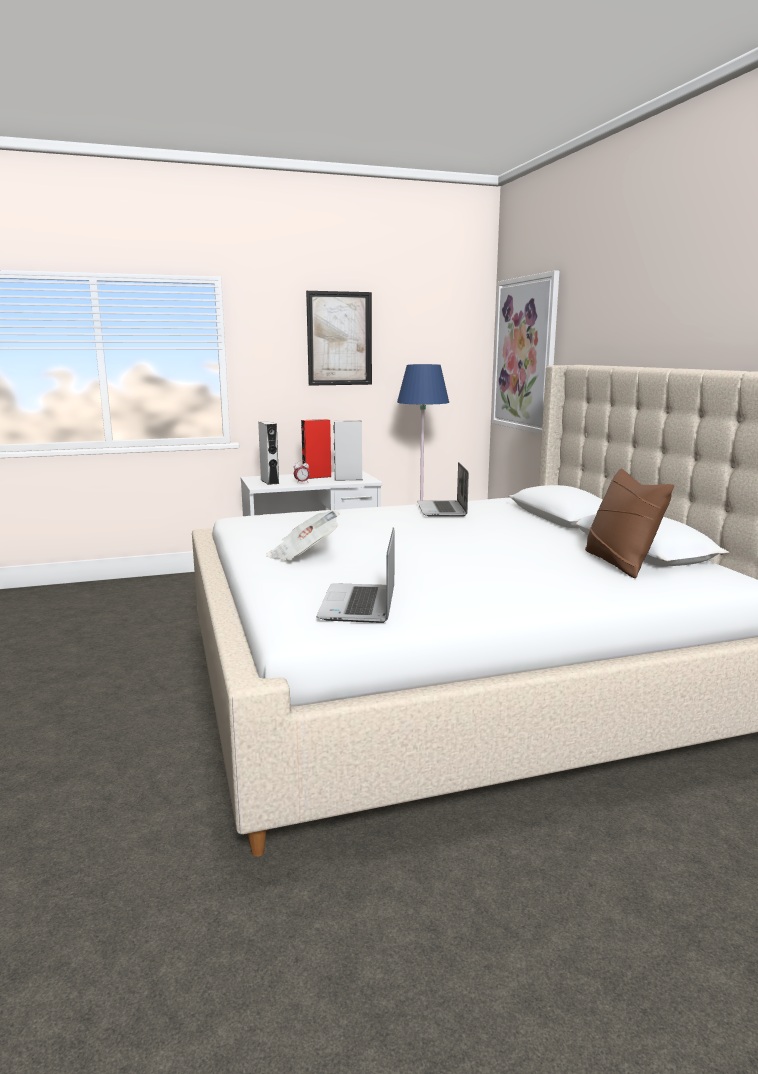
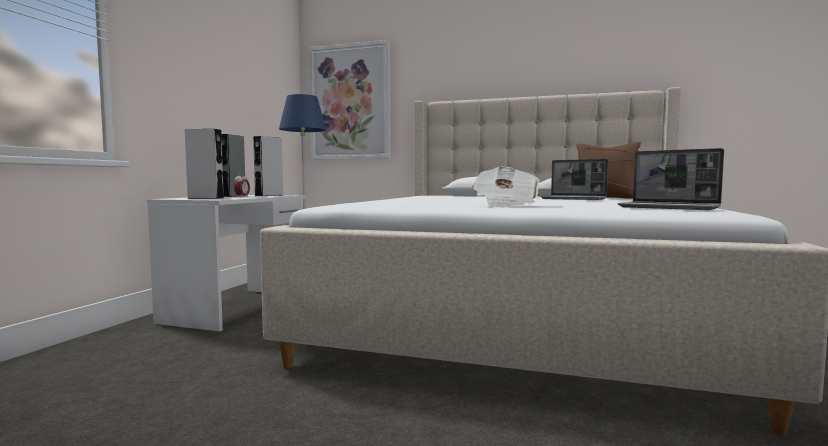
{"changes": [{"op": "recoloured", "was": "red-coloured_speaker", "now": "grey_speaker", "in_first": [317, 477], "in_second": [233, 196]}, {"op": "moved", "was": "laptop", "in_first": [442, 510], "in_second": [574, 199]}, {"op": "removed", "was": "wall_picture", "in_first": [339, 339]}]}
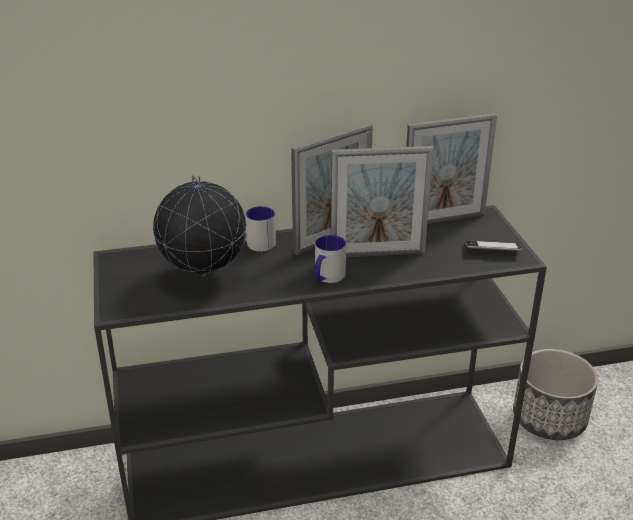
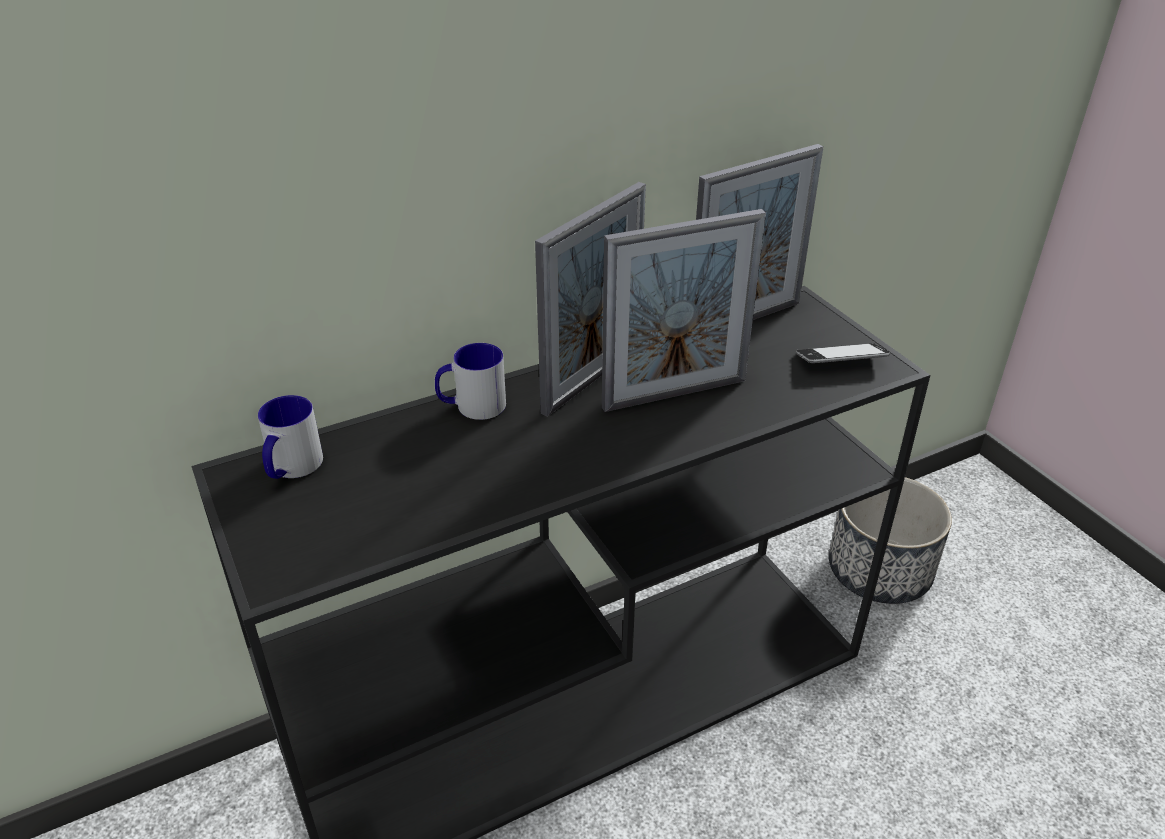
{"changes": [{"op": "moved", "was": "mug", "in_first": [327, 277], "in_second": [291, 468]}, {"op": "removed", "was": "desk_globe", "in_first": [204, 277]}]}
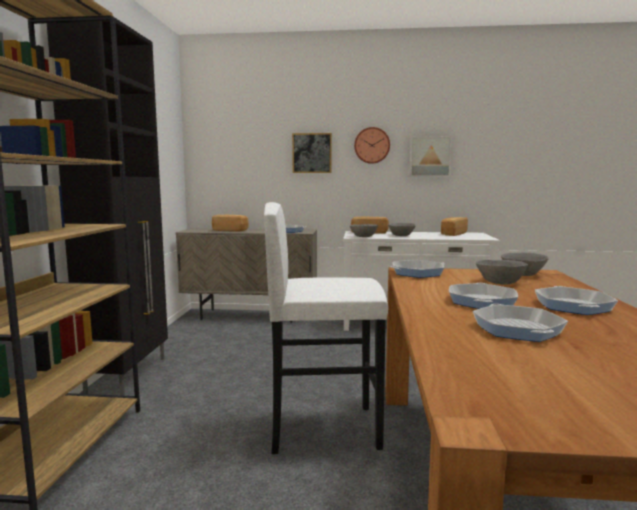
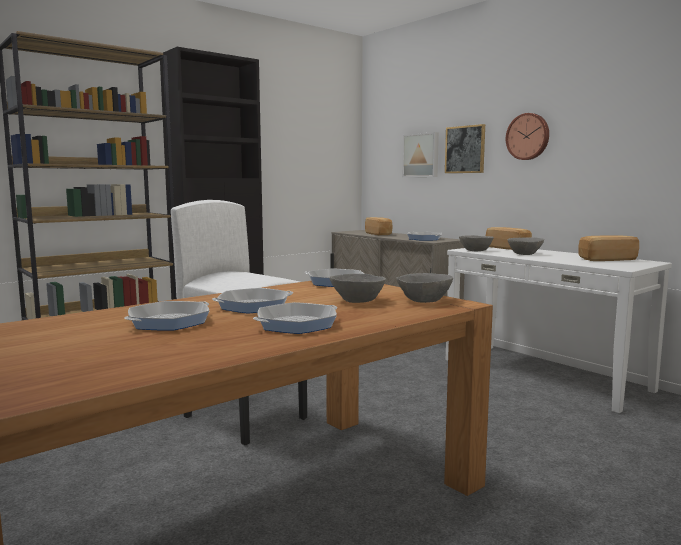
{"changes": [{"op": "moved", "was": "wall_picture", "in_first": [430, 156], "in_second": [421, 155]}]}
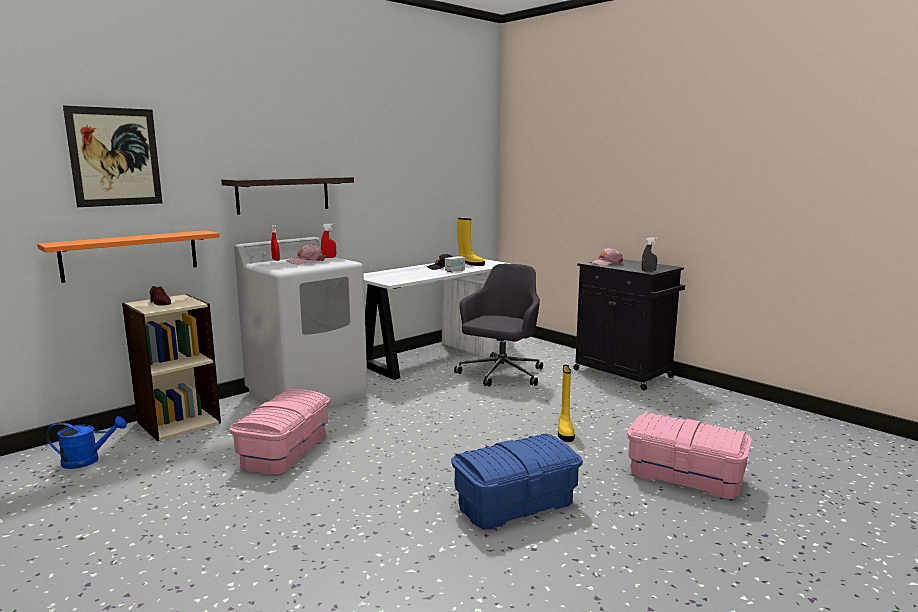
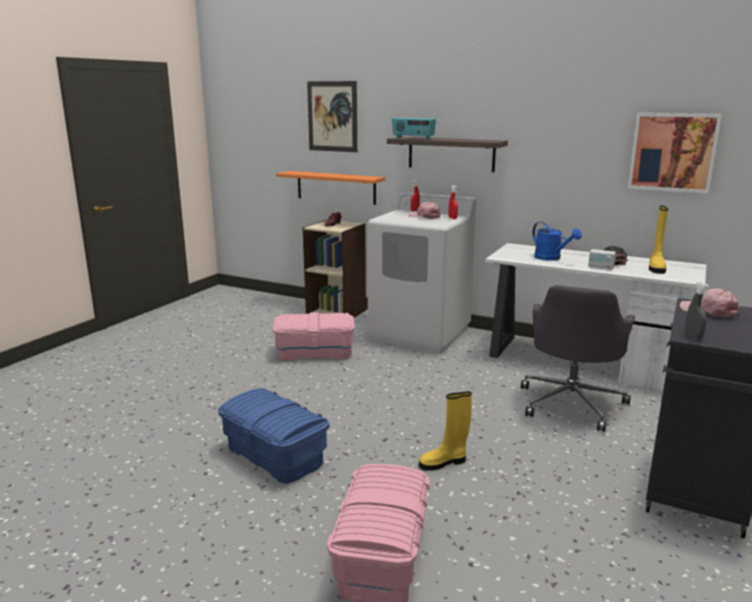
{"changes": [{"op": "added", "now": "radio_receiver", "in_second": [413, 138]}, {"op": "turned", "was": "grey_office_chair", "in_first": [500, 374], "in_second": [571, 403], "clockwise": 105}, {"op": "moved", "was": "bluish_watering_pot", "in_first": [87, 460], "in_second": [551, 258]}, {"op": "added", "now": "wall_picture", "in_second": [672, 152]}]}
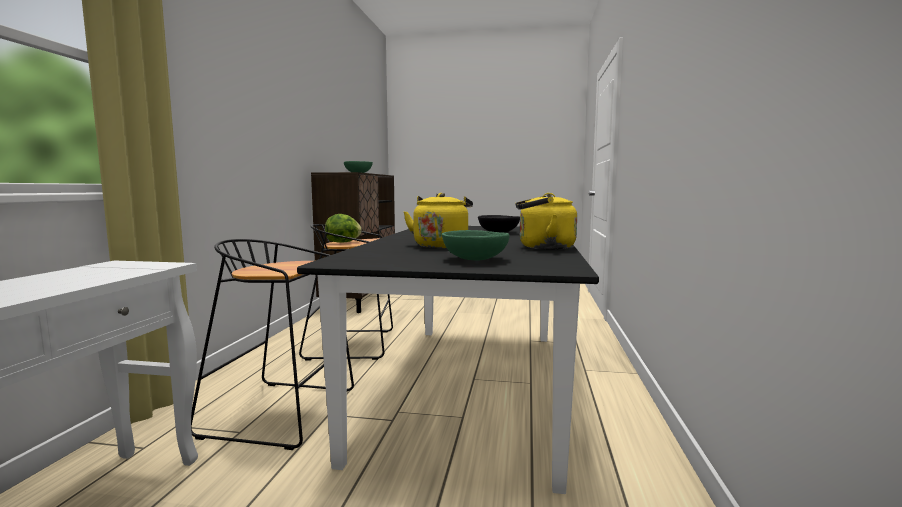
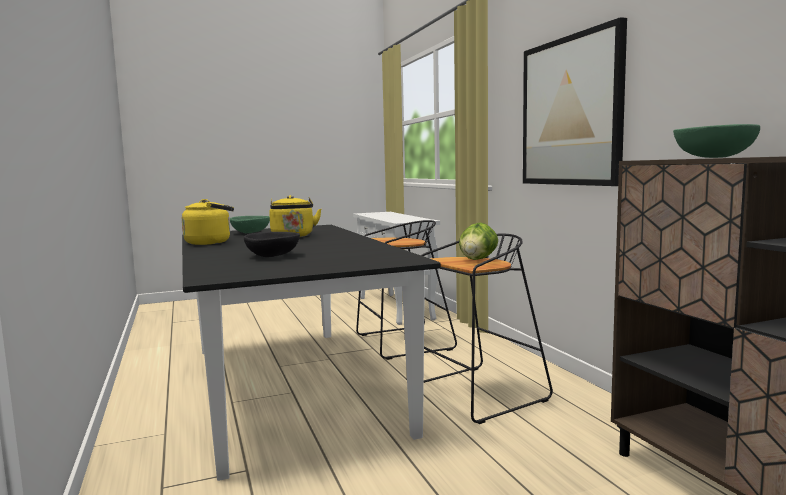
{"changes": [{"op": "added", "now": "wall_picture", "in_second": [571, 112]}]}
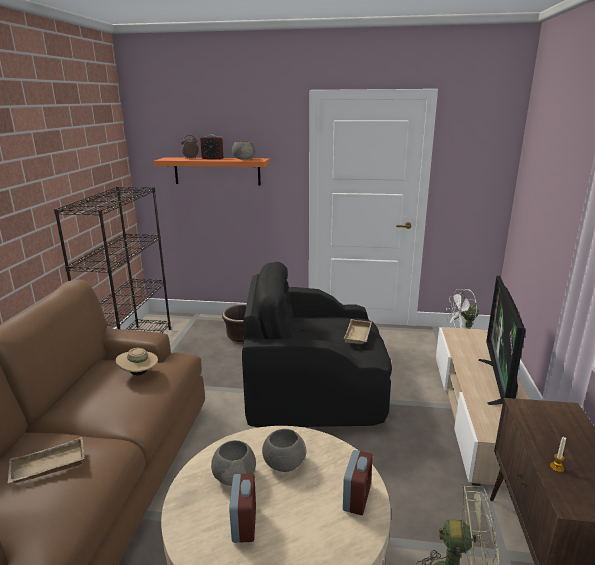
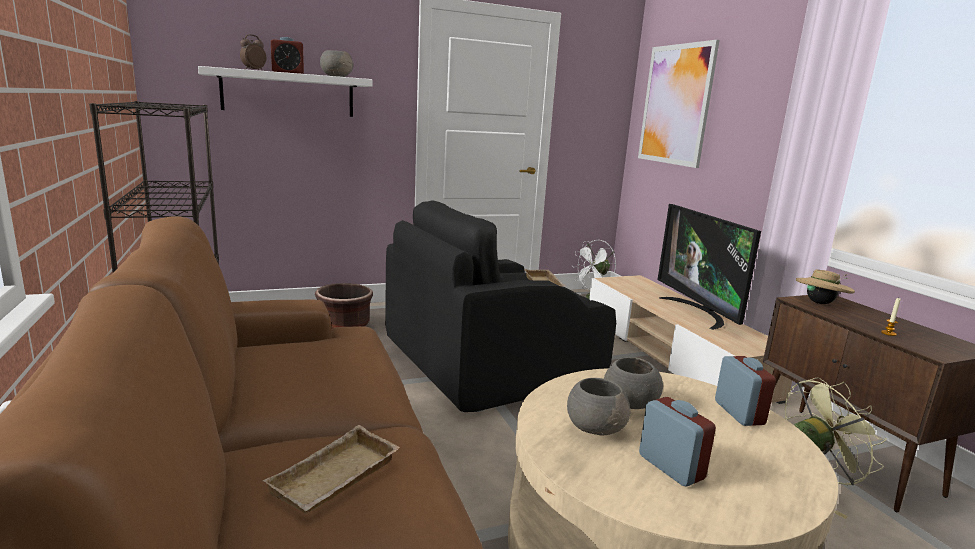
{"changes": [{"op": "recoloured", "was": "orange-coloured_wall_shelf", "now": "whitish_wall_shelf", "in_first": [217, 171], "in_second": [288, 93]}, {"op": "added", "now": "wall_picture", "in_second": [676, 105]}, {"op": "moved", "was": "beige_wearable_hat", "in_first": [139, 373], "in_second": [820, 303]}]}
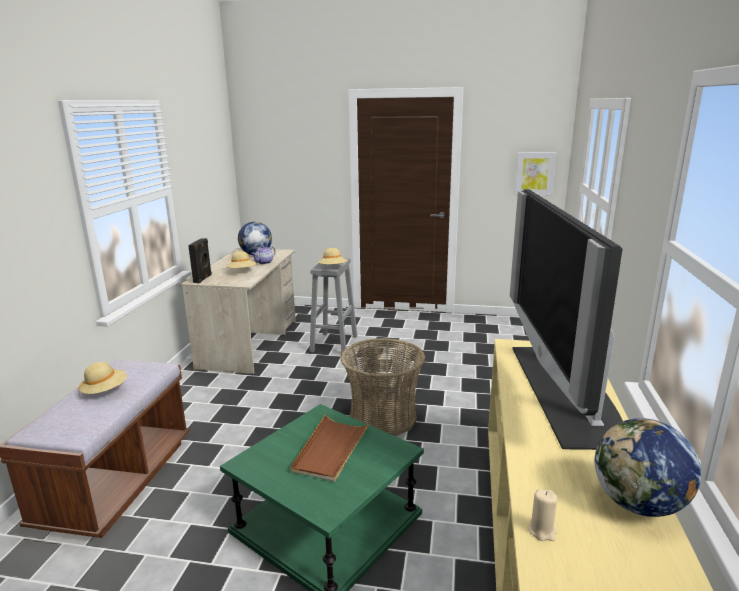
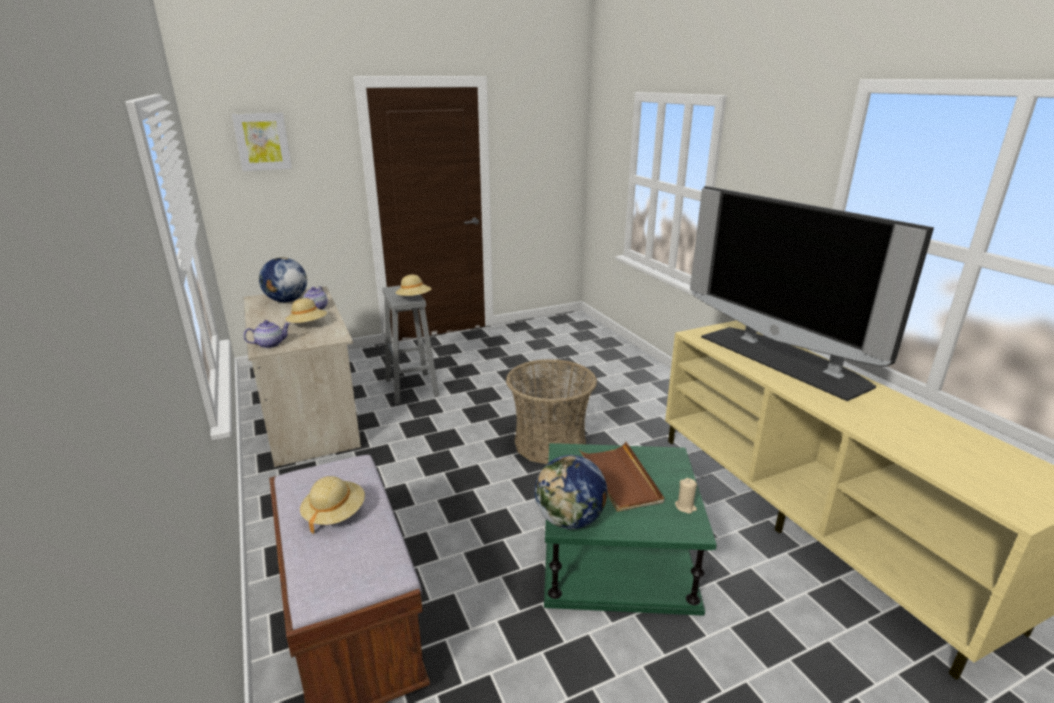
{"changes": [{"op": "moved", "was": "wall_picture", "in_first": [534, 173], "in_second": [262, 141]}, {"op": "replaced", "was": "blackish_speaker", "now": "teapot", "in_first": [203, 279], "in_second": [270, 344]}, {"op": "moved", "was": "desk_globe", "in_first": [638, 504], "in_second": [570, 520]}, {"op": "moved", "was": "beige_wax_light", "in_first": [542, 531], "in_second": [685, 507]}]}
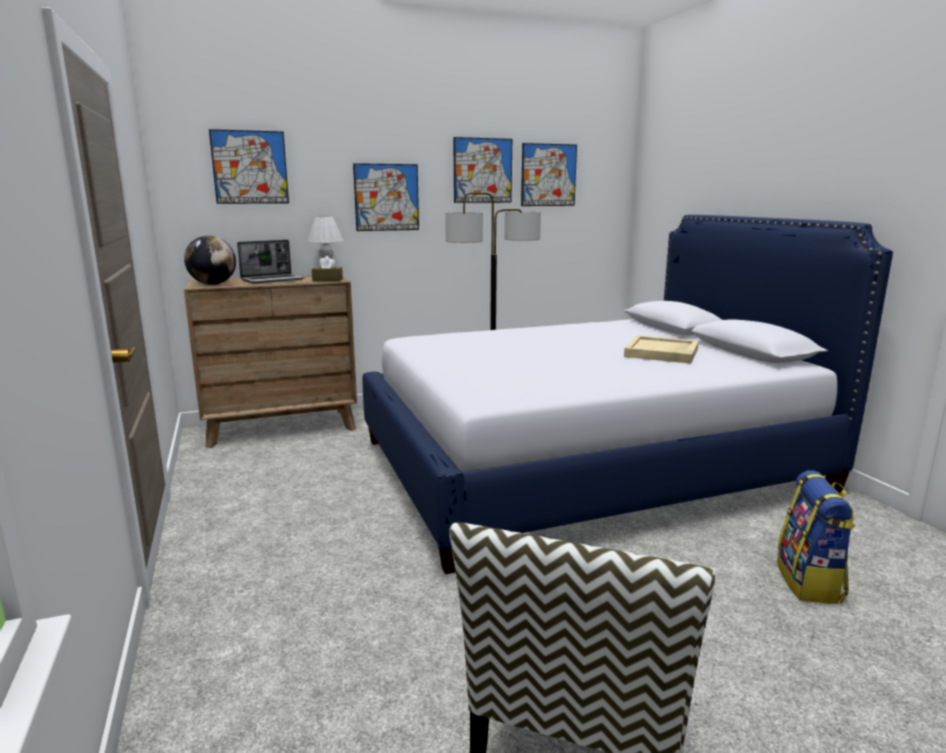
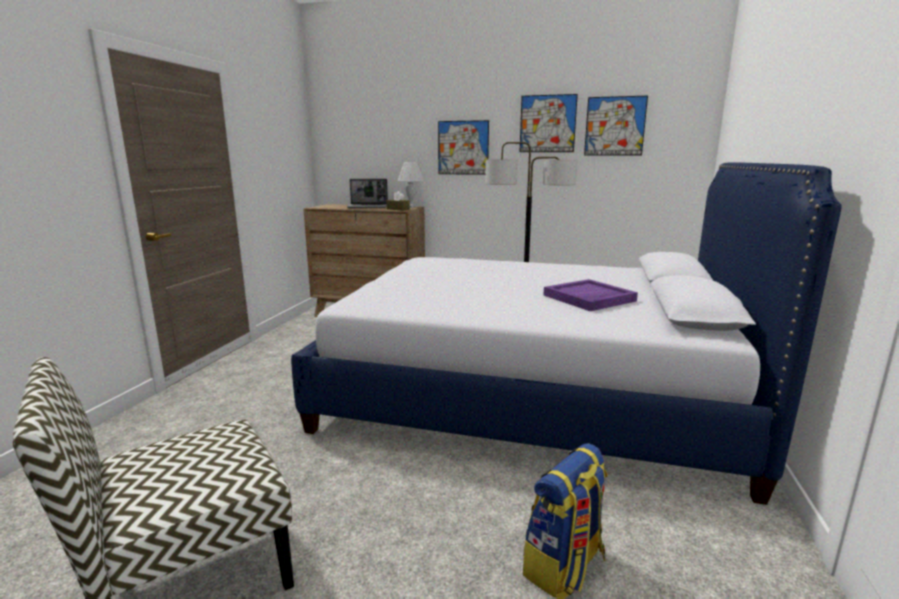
{"changes": [{"op": "recoloured", "was": "beige_serving_tray", "now": "purple_serving_tray", "in_first": [662, 353], "in_second": [589, 298]}, {"op": "removed", "was": "desk_globe", "in_first": [213, 284]}, {"op": "removed", "was": "wall_picture", "in_first": [250, 167]}]}
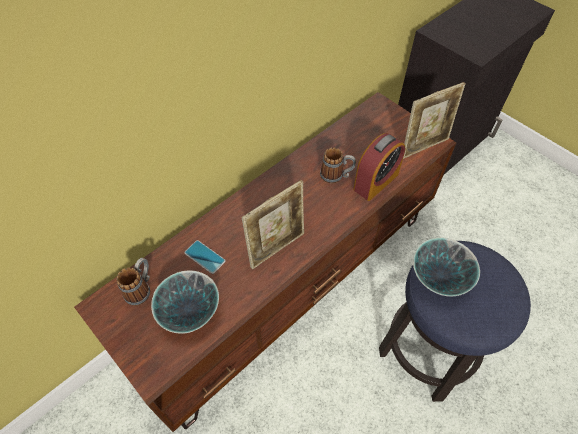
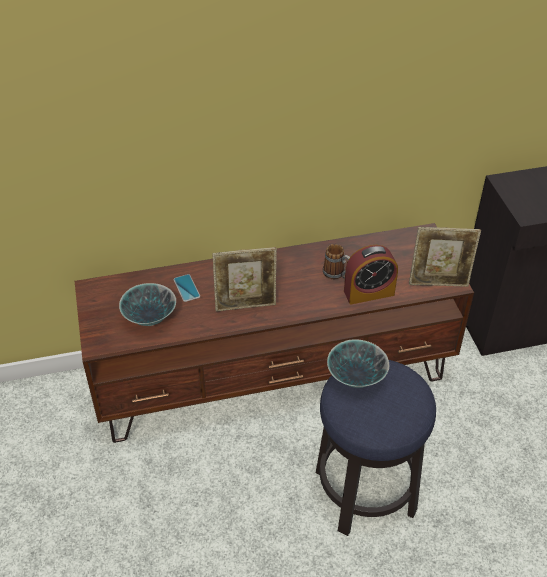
{"changes": [{"op": "removed", "was": "mug", "in_first": [141, 289]}]}
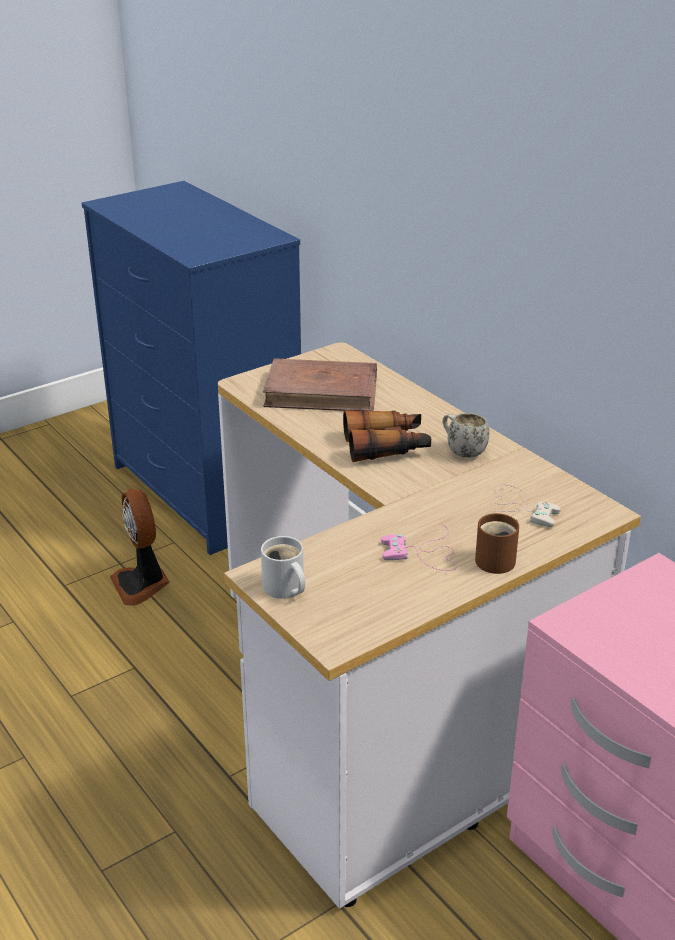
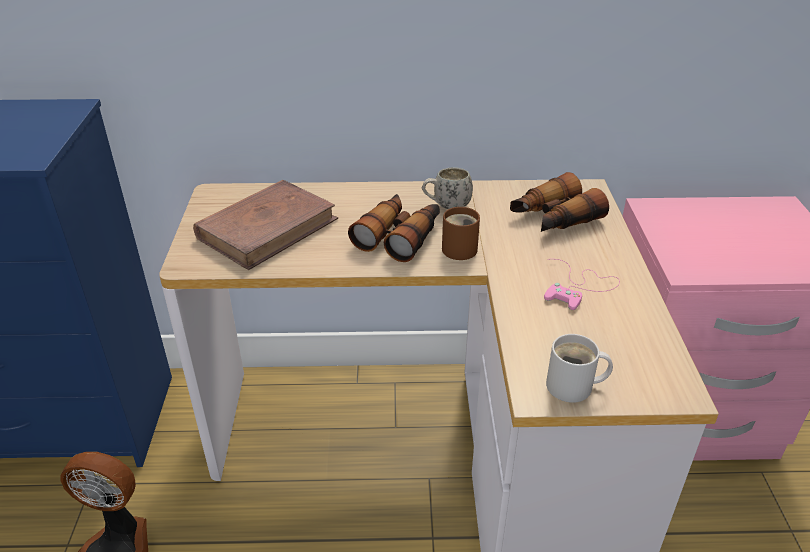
{"changes": [{"op": "moved", "was": "brown_mug", "in_first": [499, 560], "in_second": [459, 247]}, {"op": "replaced", "was": "whitish_joypad", "now": "pair_of_binoculars", "in_first": [519, 509], "in_second": [553, 218]}]}
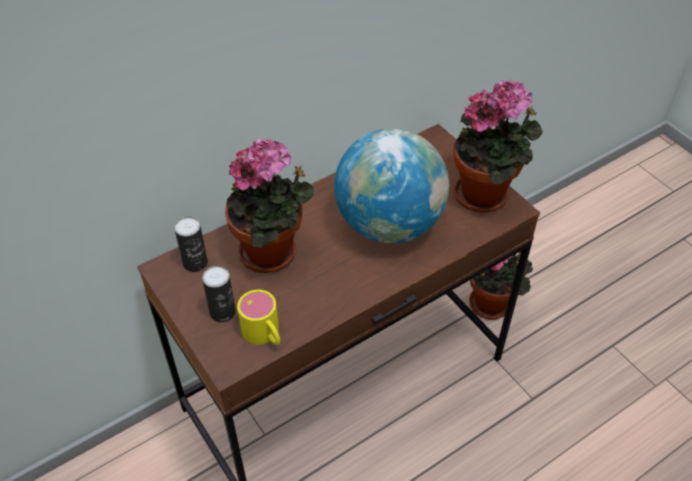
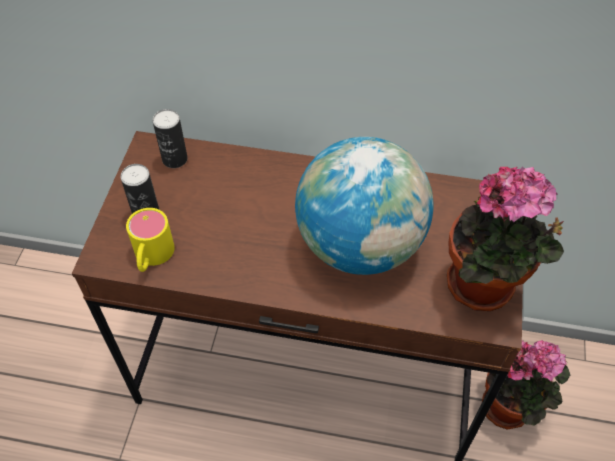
{"changes": [{"op": "removed", "was": "potted_plant", "in_first": [273, 254]}]}
